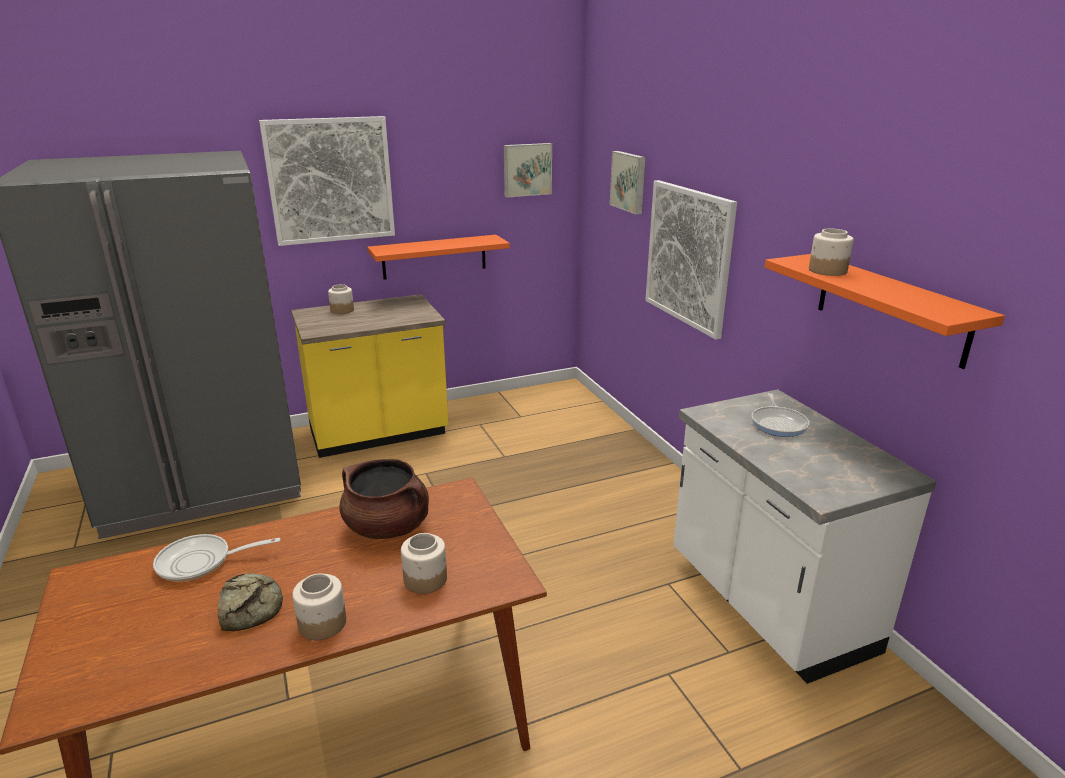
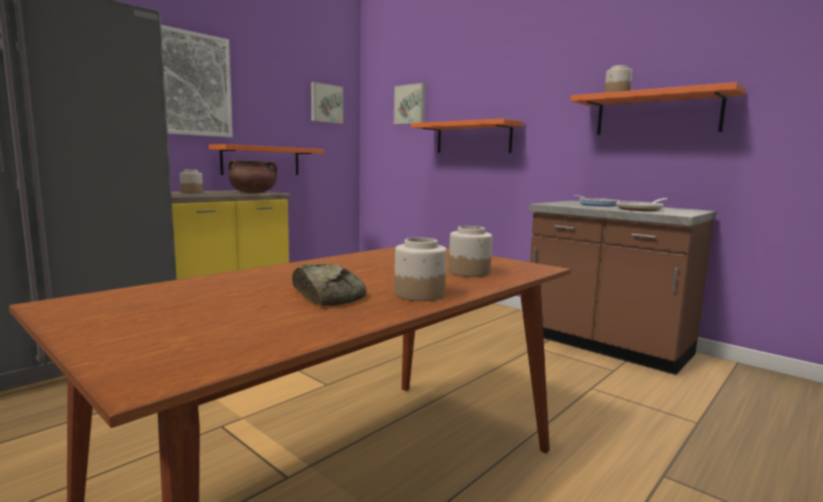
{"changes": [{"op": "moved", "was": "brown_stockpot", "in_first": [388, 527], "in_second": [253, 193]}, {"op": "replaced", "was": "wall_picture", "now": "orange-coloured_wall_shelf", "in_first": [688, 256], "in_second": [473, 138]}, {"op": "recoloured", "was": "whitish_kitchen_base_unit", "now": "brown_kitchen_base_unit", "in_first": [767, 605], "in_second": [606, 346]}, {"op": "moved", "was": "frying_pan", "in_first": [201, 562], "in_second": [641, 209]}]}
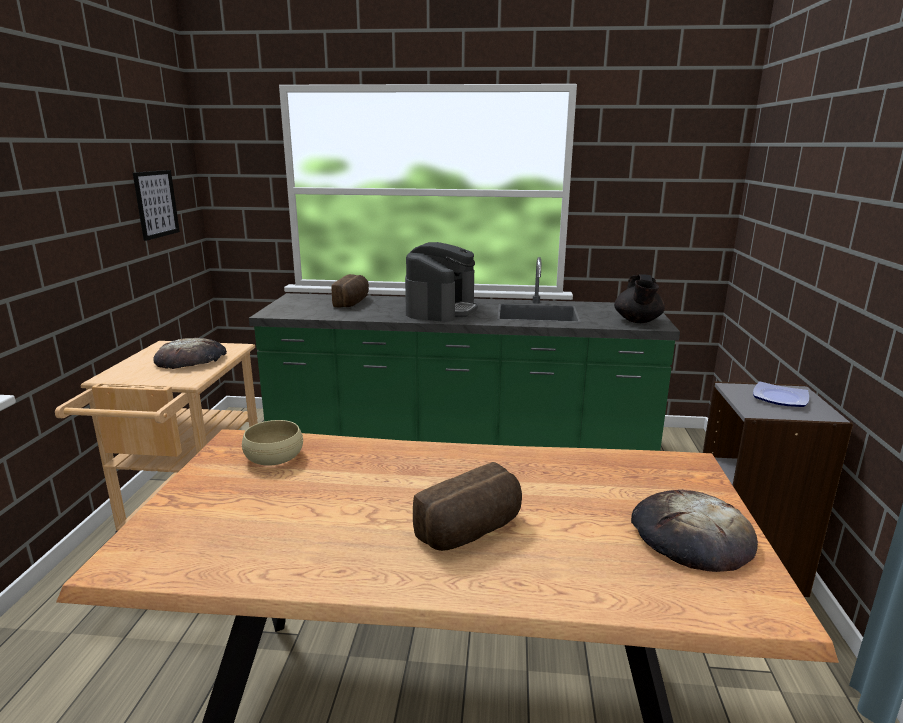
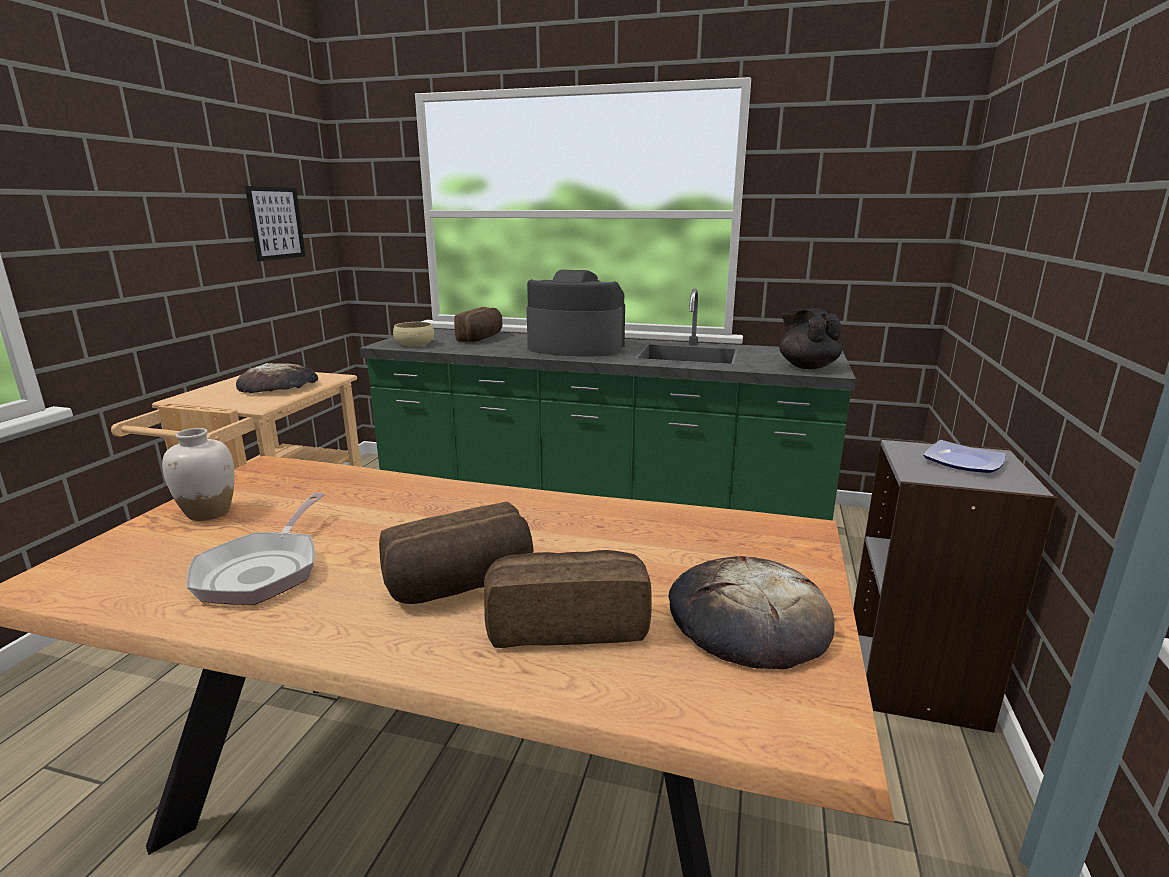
{"changes": [{"op": "added", "now": "whitish_vase", "in_second": [209, 513]}, {"op": "added", "now": "frying_pan", "in_second": [263, 570]}, {"op": "moved", "was": "beige_serving_bowl", "in_first": [274, 457], "in_second": [414, 344]}, {"op": "added", "now": "bread", "in_second": [567, 623]}, {"op": "turned", "was": "coffee_maker", "in_first": [441, 310], "in_second": [575, 347], "clockwise": -105}, {"op": "turned", "was": "blackish_teapot", "in_first": [637, 321], "in_second": [807, 366], "clockwise": 135}]}
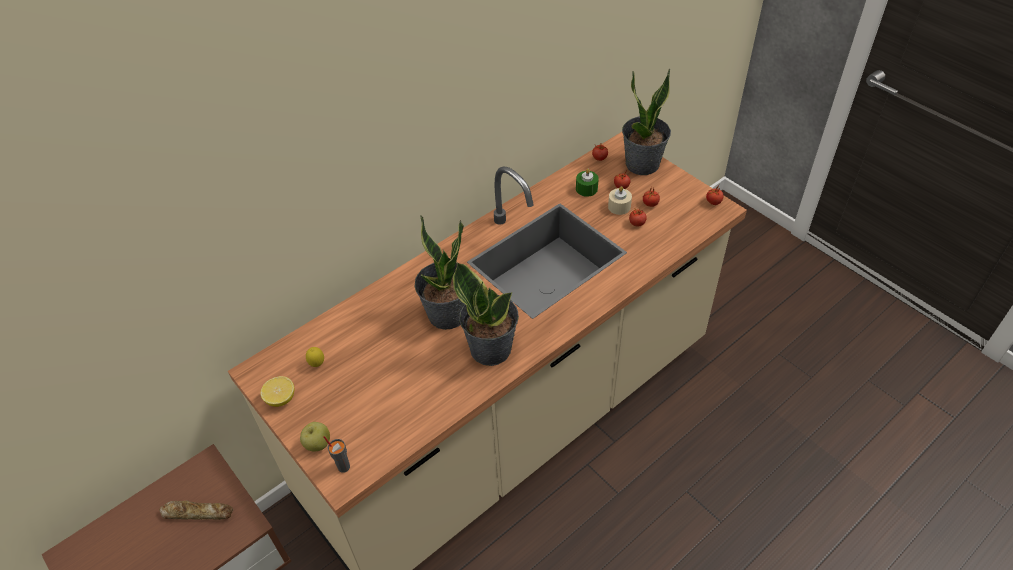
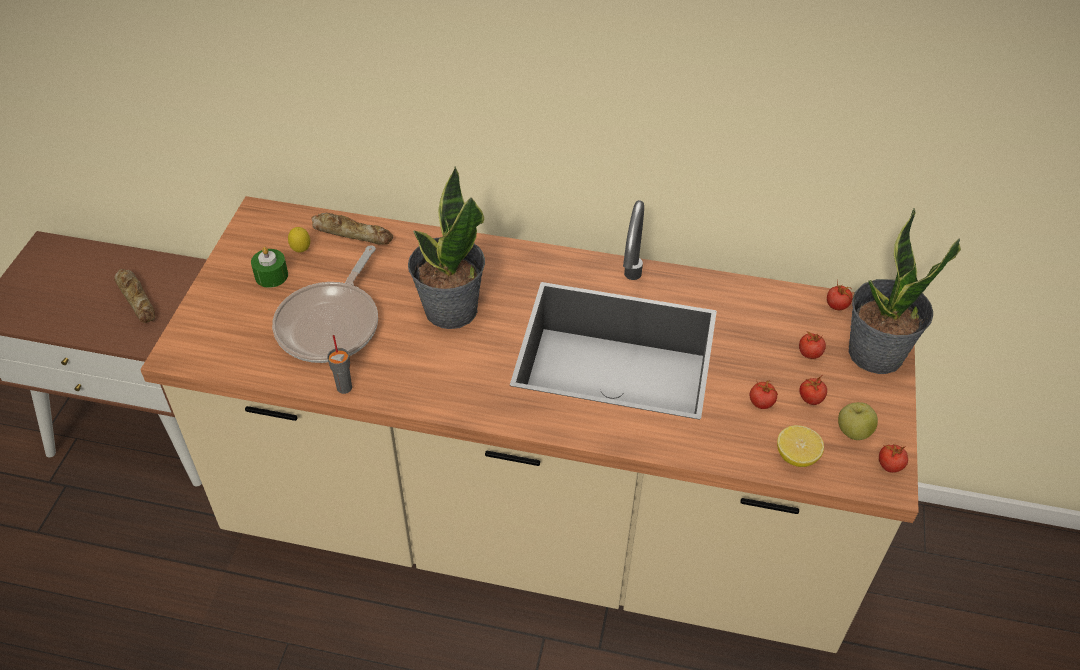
{"changes": [{"op": "moved", "was": "green-coloured_wax_light", "in_first": [586, 189], "in_second": [271, 275]}, {"op": "added", "now": "frying_pan", "in_second": [331, 324]}, {"op": "added", "now": "bread", "in_second": [352, 233]}, {"op": "moved", "was": "grey_small_cup", "in_first": [343, 466], "in_second": [344, 387]}, {"op": "moved", "was": "lemon", "in_first": [281, 398], "in_second": [796, 456]}, {"op": "moved", "was": "apple", "in_first": [318, 444], "in_second": [853, 432]}, {"op": "removed", "was": "potted_plant", "in_first": [491, 348]}, {"op": "removed", "was": "beige_wax_light", "in_first": [619, 207]}]}
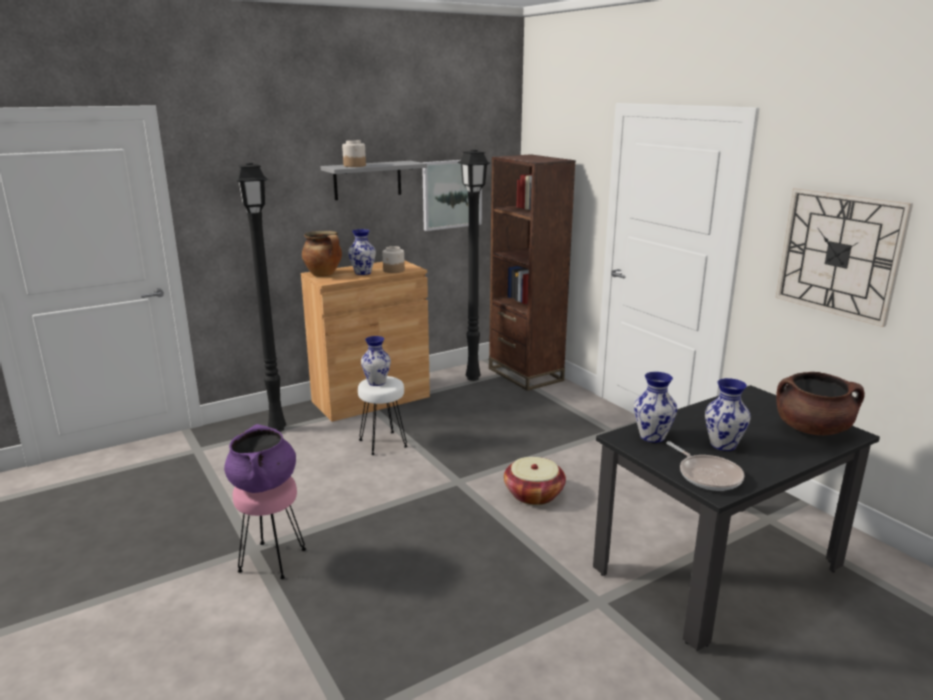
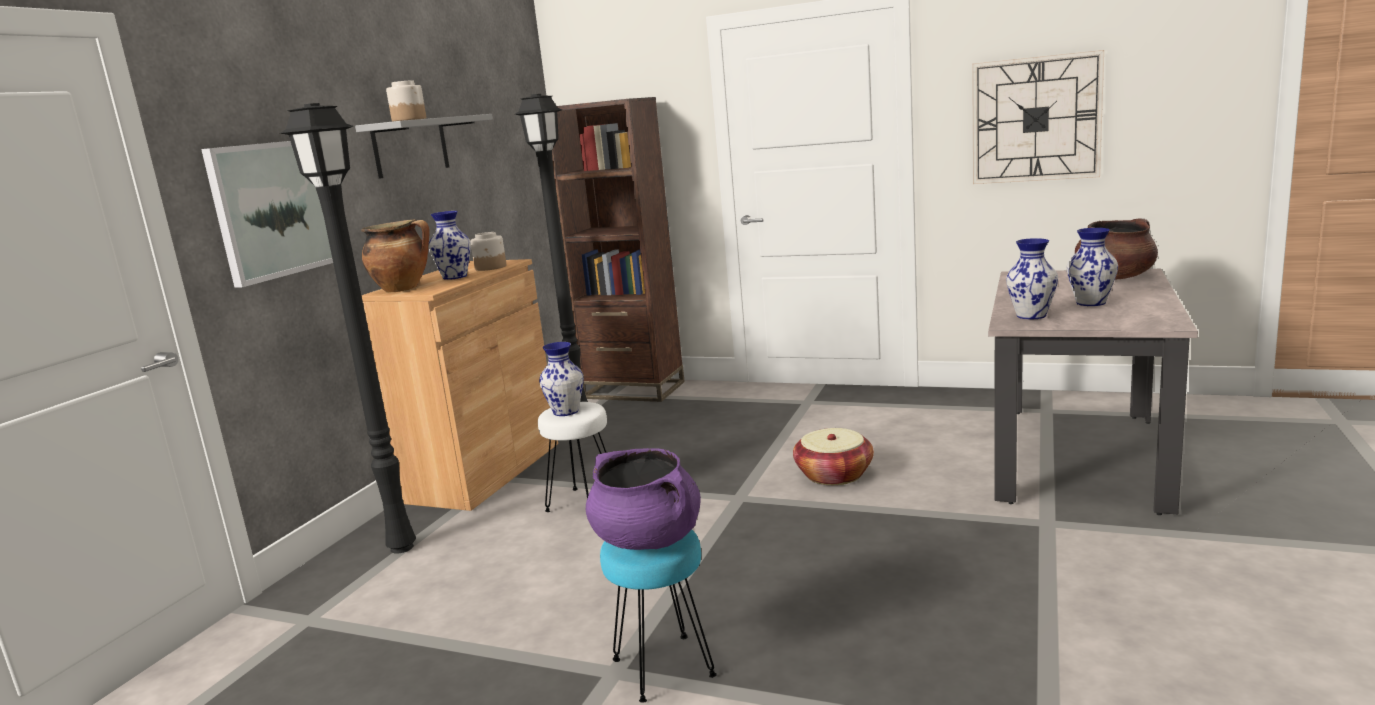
{"changes": [{"op": "moved", "was": "wall_picture", "in_first": [451, 194], "in_second": [272, 210]}, {"op": "recoloured", "was": "pink-coloured_stool_seat", "now": "turquoise-coloured_stool_seat", "in_first": [273, 559], "in_second": [663, 666]}, {"op": "recoloured", "was": "blackish_kitchen_table", "now": "beige_kitchen_table", "in_first": [717, 567], "in_second": [1078, 456]}, {"op": "removed", "was": "frying_pan", "in_first": [707, 475]}]}
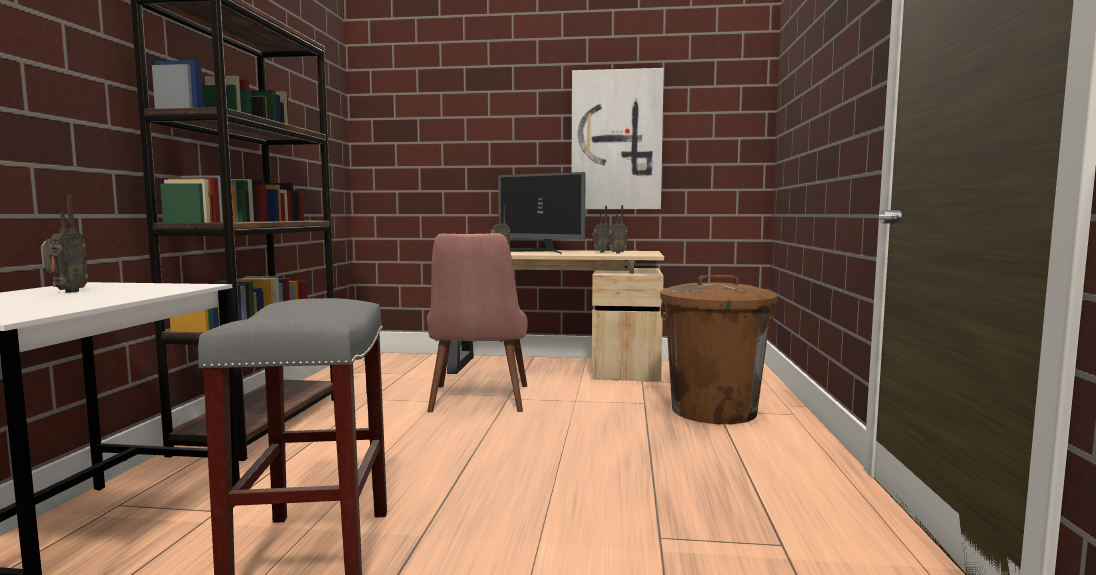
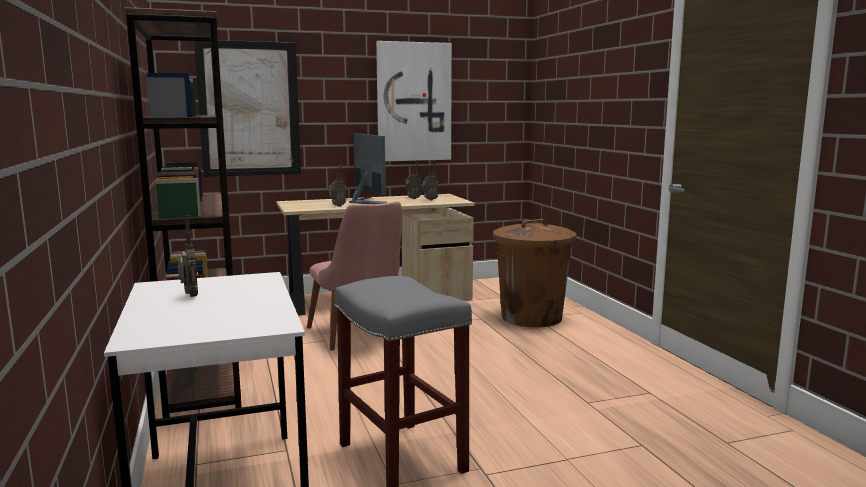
{"changes": [{"op": "added", "now": "wall_picture", "in_second": [249, 109]}, {"op": "turned", "was": "computer_screen", "in_first": [542, 252], "in_second": [366, 202], "clockwise": -120}]}
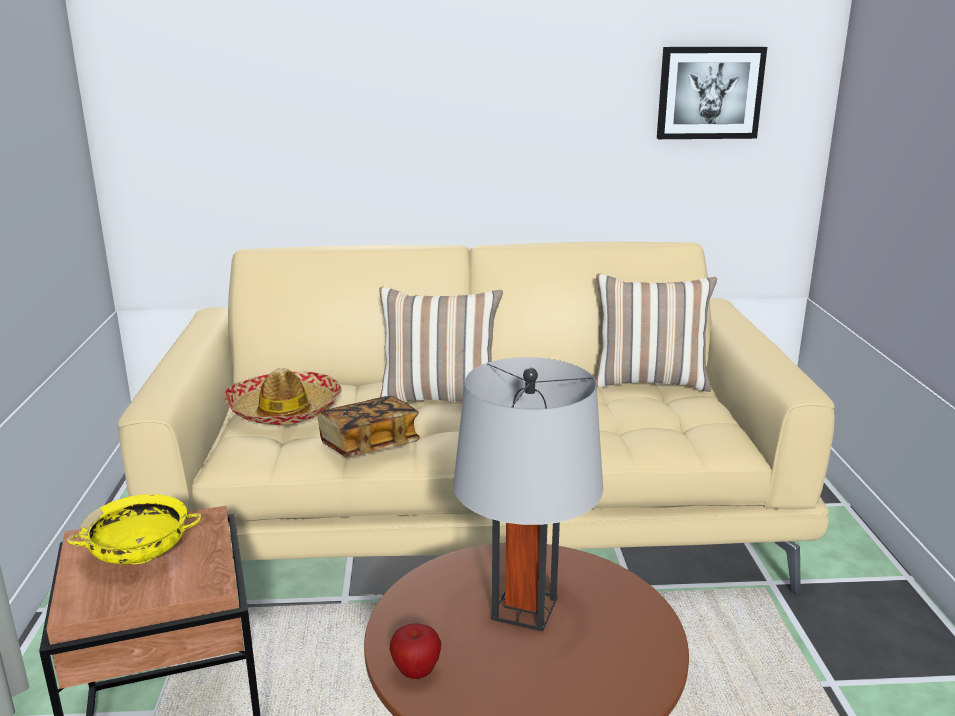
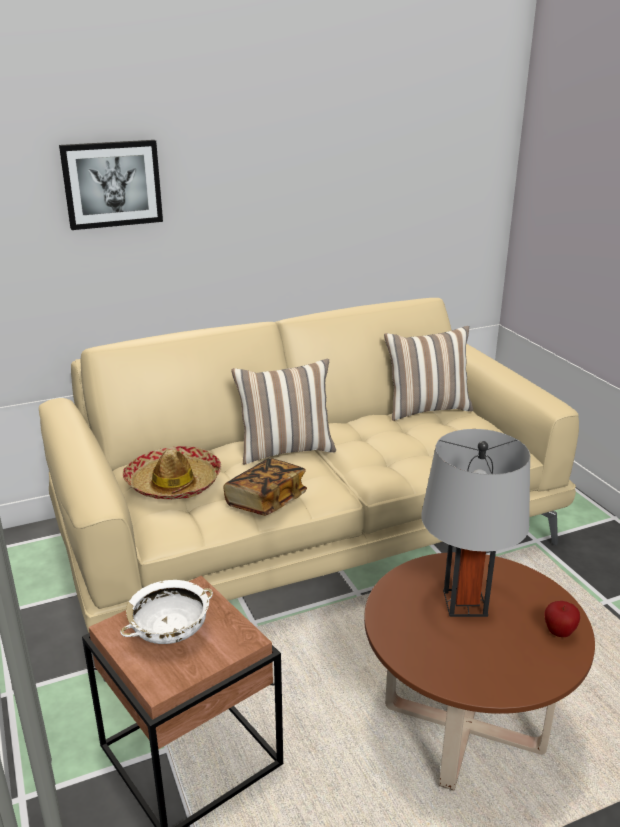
{"changes": [{"op": "moved", "was": "wall_picture", "in_first": [709, 93], "in_second": [112, 184]}, {"op": "recoloured", "was": "yellow_serving_bowl", "now": "whitish_serving_bowl", "in_first": [139, 554], "in_second": [169, 631]}, {"op": "moved", "was": "apple", "in_first": [416, 672], "in_second": [559, 632]}]}
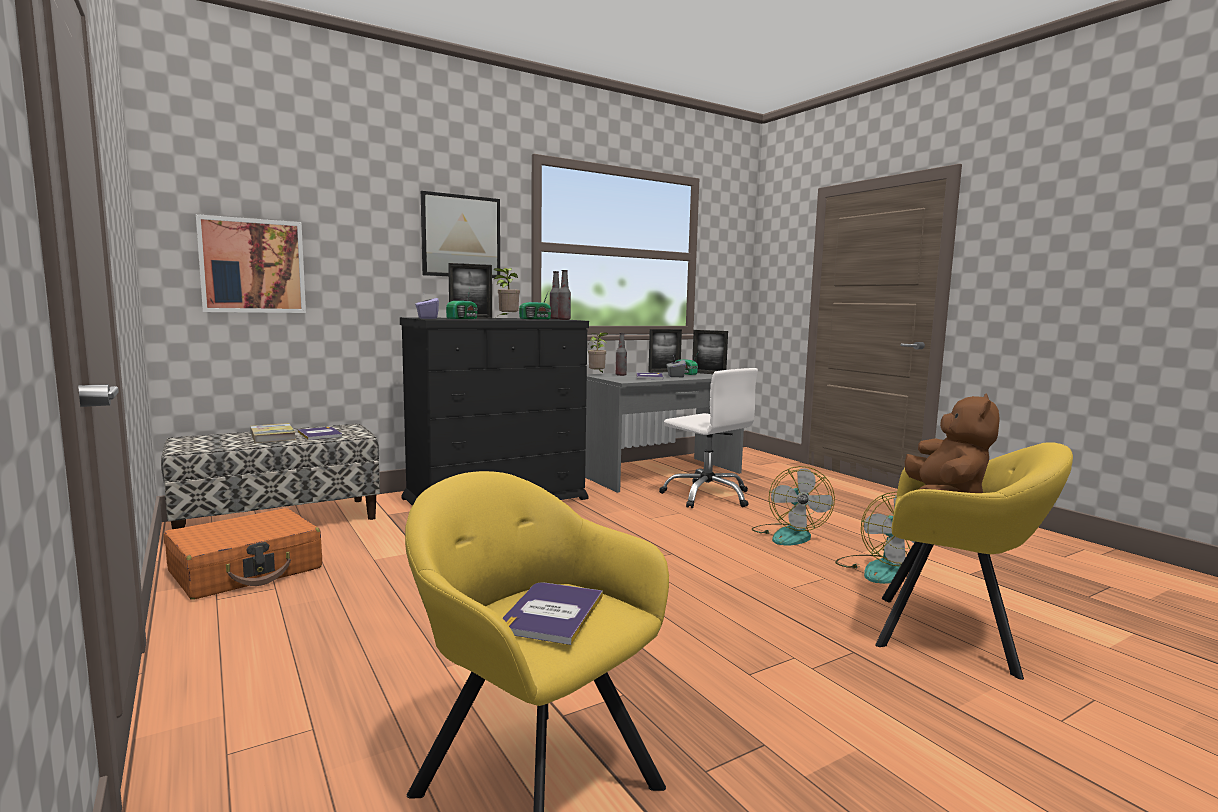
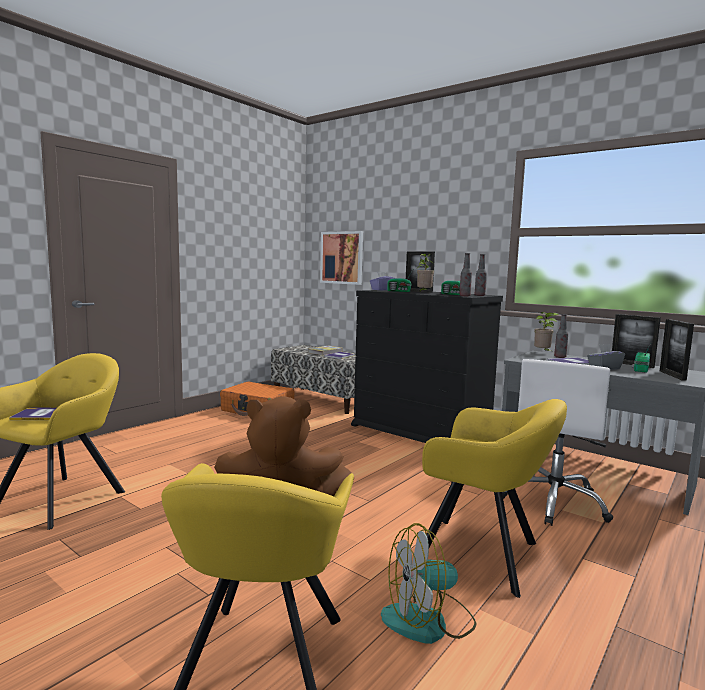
{"changes": [{"op": "replaced", "was": "electric_fan", "now": "yellow_armchair", "in_first": [789, 535], "in_second": [483, 555]}, {"op": "removed", "was": "wall_picture", "in_first": [461, 236]}]}
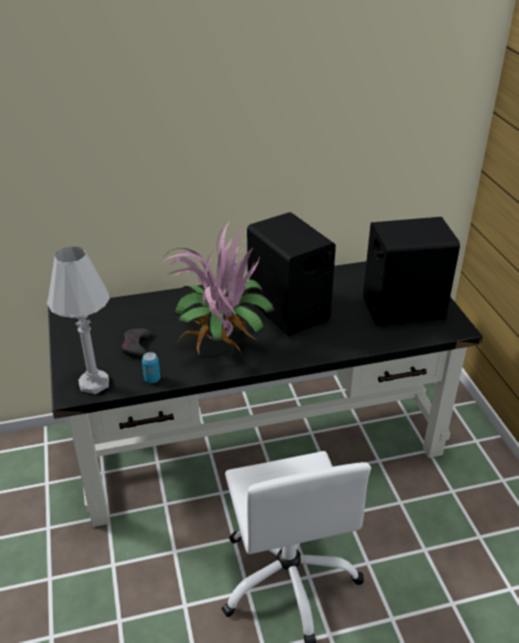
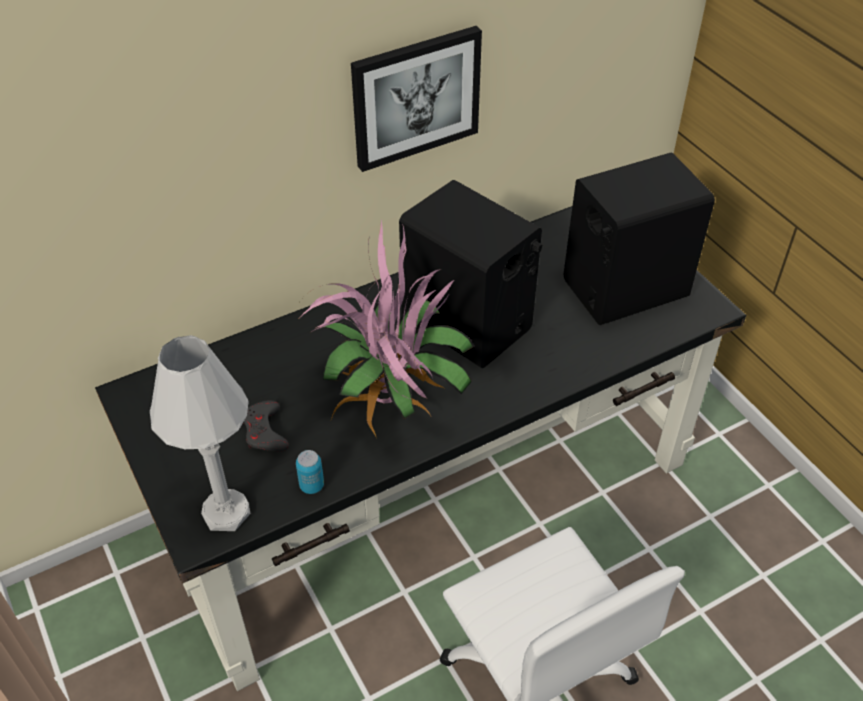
{"changes": [{"op": "added", "now": "wall_picture", "in_second": [415, 97]}]}
